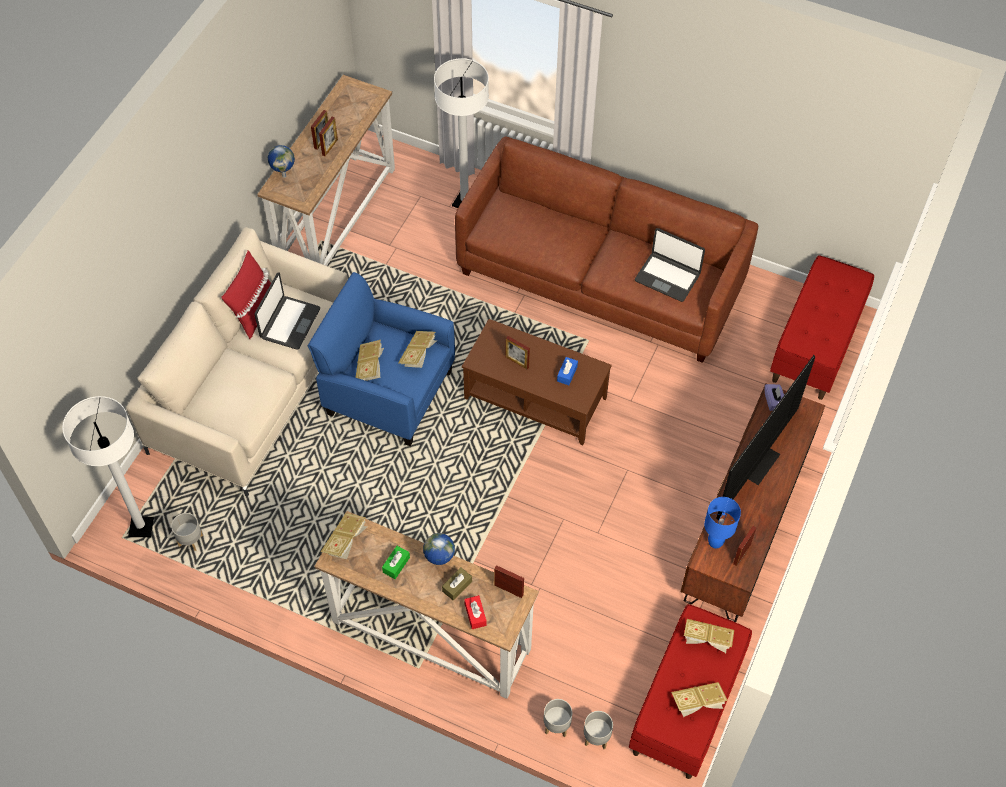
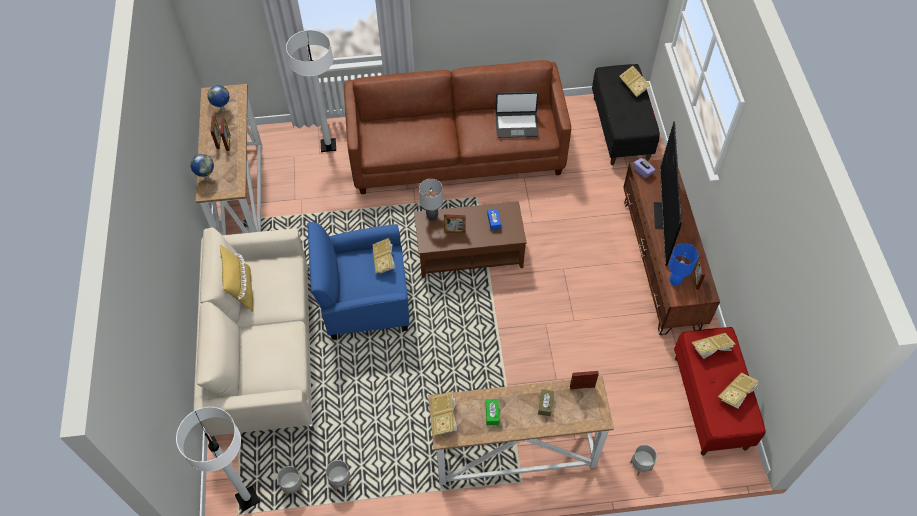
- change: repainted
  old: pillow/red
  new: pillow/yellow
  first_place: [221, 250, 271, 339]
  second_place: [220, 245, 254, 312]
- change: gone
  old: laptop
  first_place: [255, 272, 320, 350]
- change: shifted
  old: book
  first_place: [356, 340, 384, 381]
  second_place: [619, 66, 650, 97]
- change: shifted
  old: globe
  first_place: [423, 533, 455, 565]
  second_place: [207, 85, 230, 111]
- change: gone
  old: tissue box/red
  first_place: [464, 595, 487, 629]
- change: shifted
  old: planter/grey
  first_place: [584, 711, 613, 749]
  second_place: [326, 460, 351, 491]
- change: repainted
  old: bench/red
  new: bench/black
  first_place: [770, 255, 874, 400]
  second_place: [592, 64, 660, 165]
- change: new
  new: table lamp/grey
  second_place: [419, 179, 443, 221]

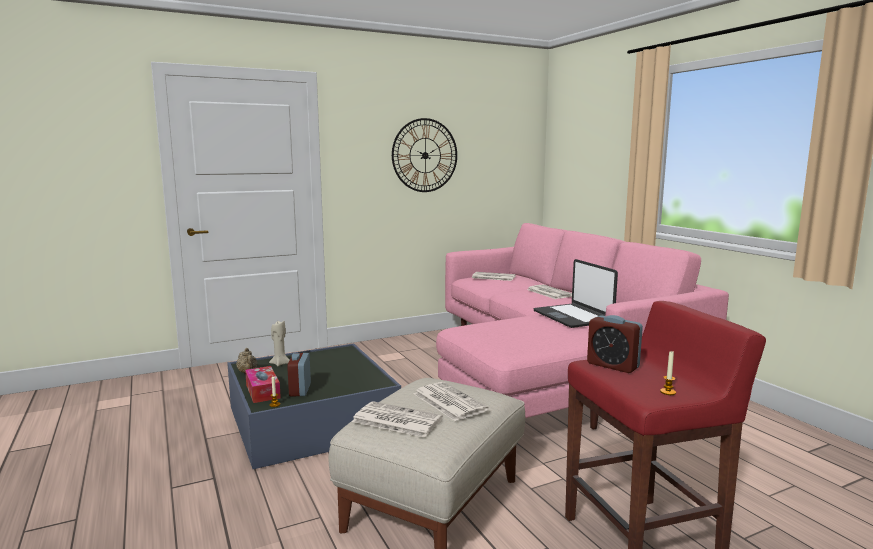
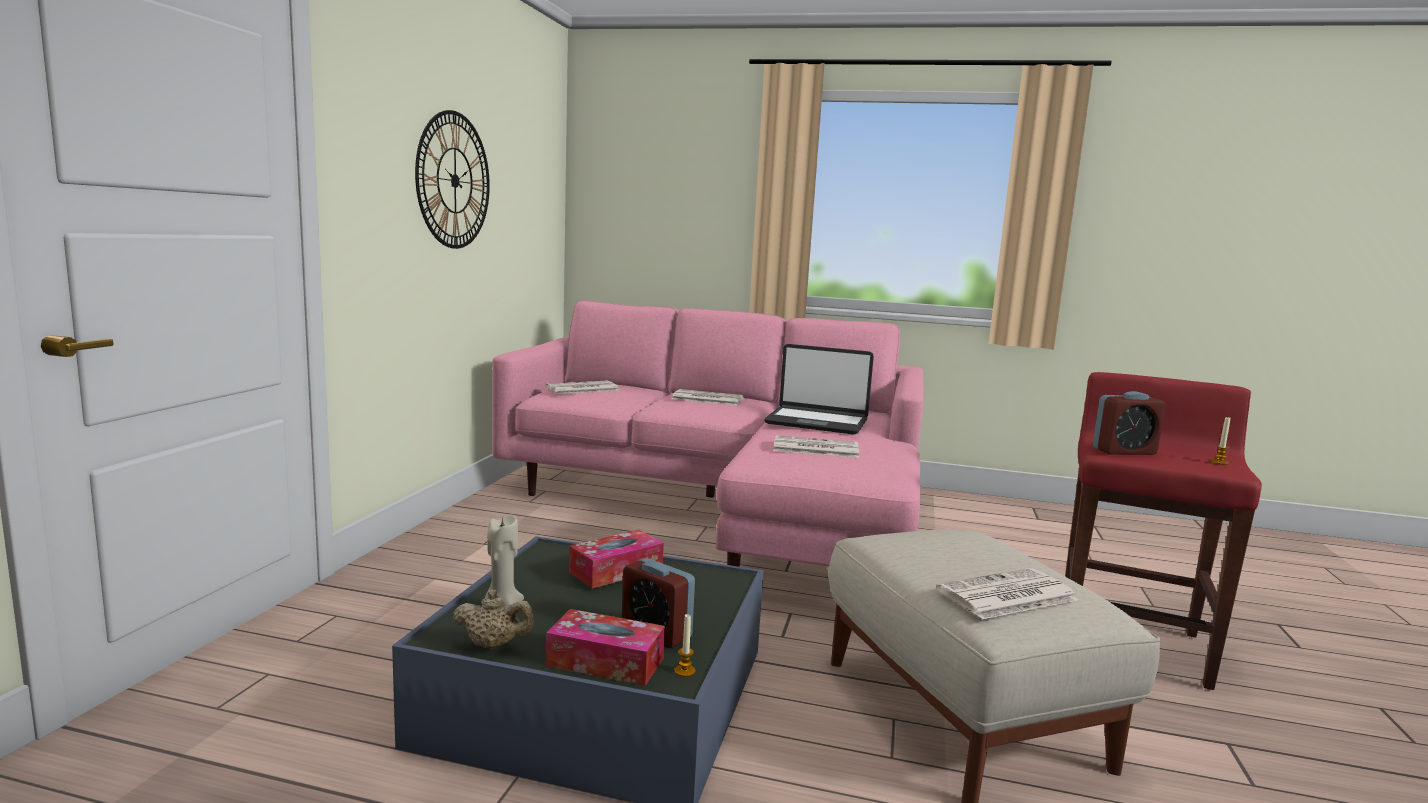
- change: shifted
  old: newspaper
  first_place: [414, 382, 489, 421]
  second_place: [774, 435, 859, 458]
- change: new
  new: tissue box
  second_place: [569, 530, 664, 589]

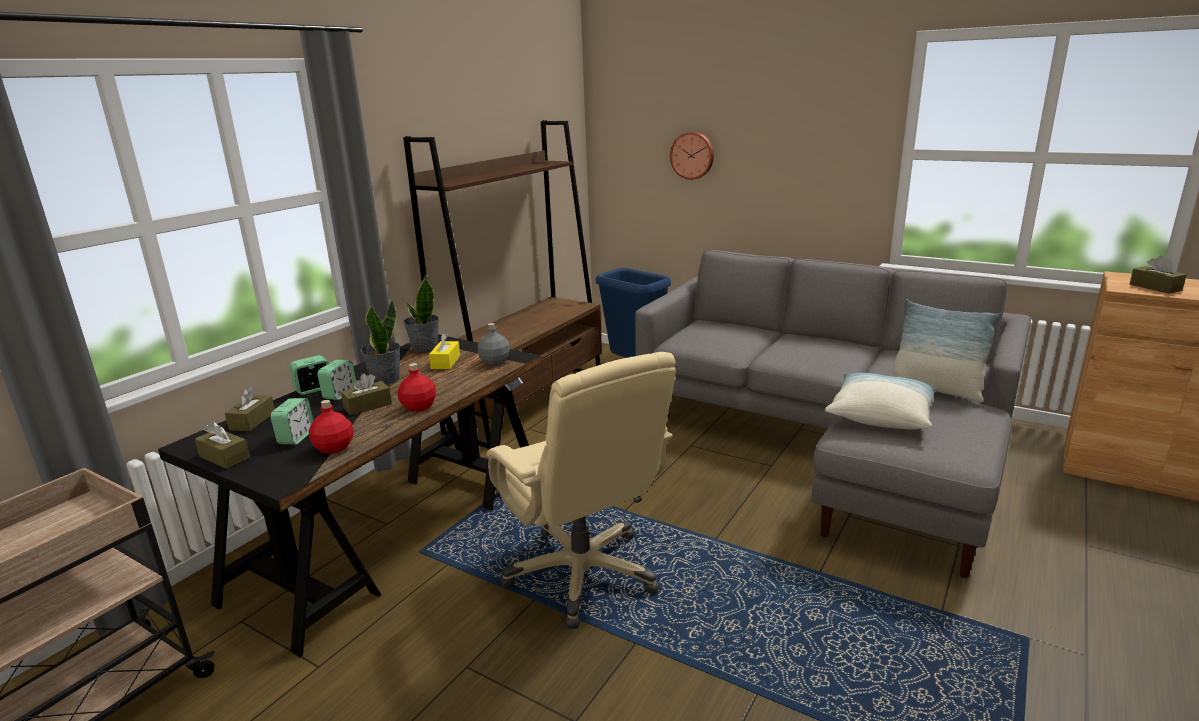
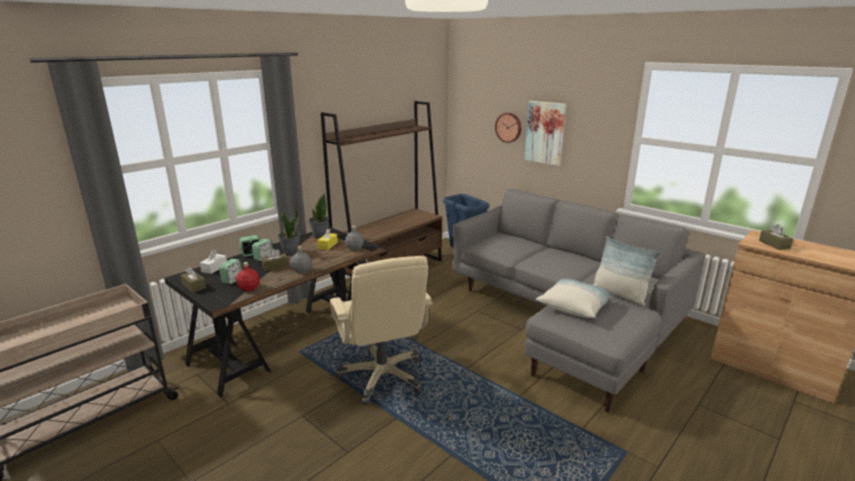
- change: repainted
  old: tissue box/brown
  new: tissue box/white
  first_place: [225, 387, 275, 432]
  second_place: [200, 250, 227, 274]
- change: repainted
  old: bottle/red
  new: bottle/grey
  first_place: [398, 363, 436, 412]
  second_place: [290, 246, 312, 273]
- change: new
  new: picture
  second_place: [525, 101, 566, 166]

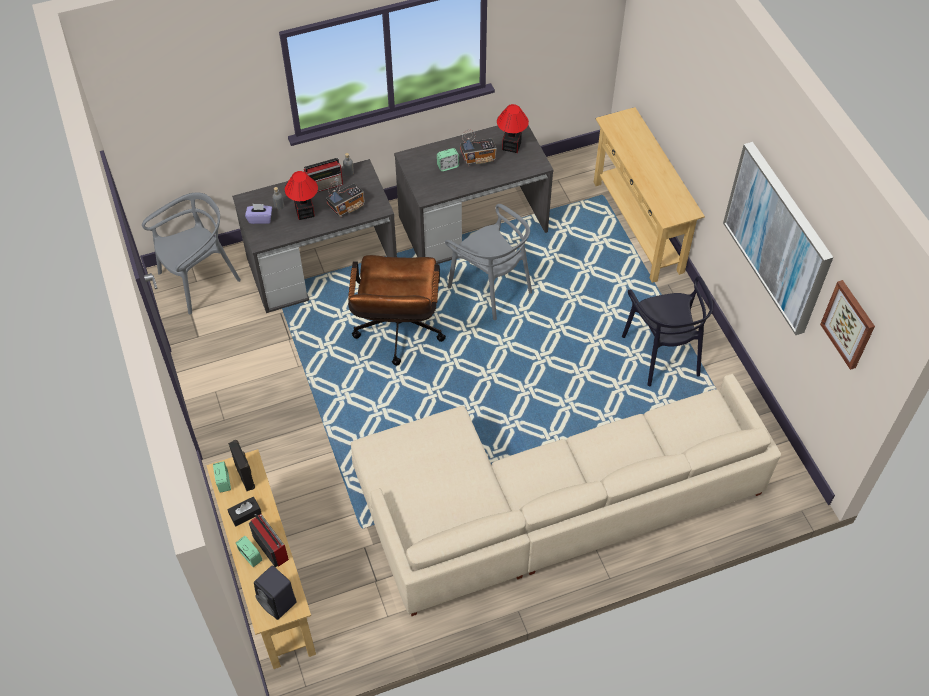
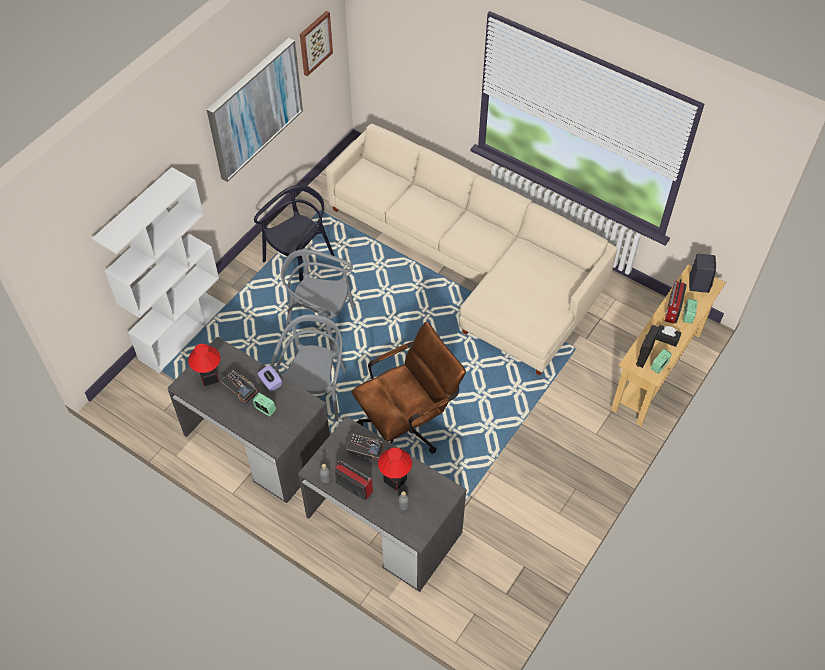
- change: shifted
  old: chair/grey
  first_place: [142, 192, 241, 314]
  second_place: [281, 249, 355, 351]
- change: shifted
  old: tissue box/purple
  first_place: [245, 204, 272, 224]
  second_place: [257, 364, 282, 392]
- change: swapped
  old: console table/beige
  new: bookcase/white
  first_place: [594, 107, 705, 283]
  second_place: [92, 167, 226, 373]

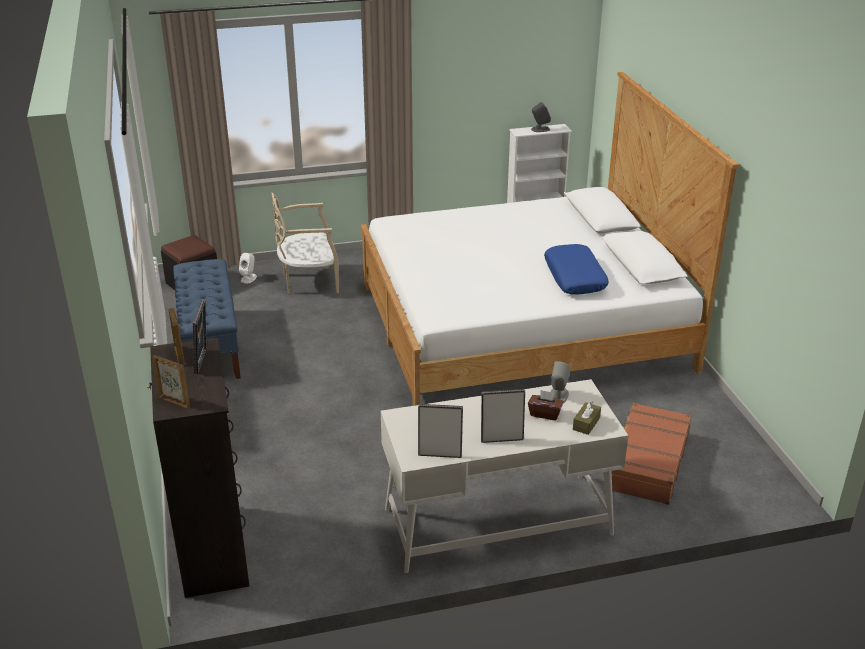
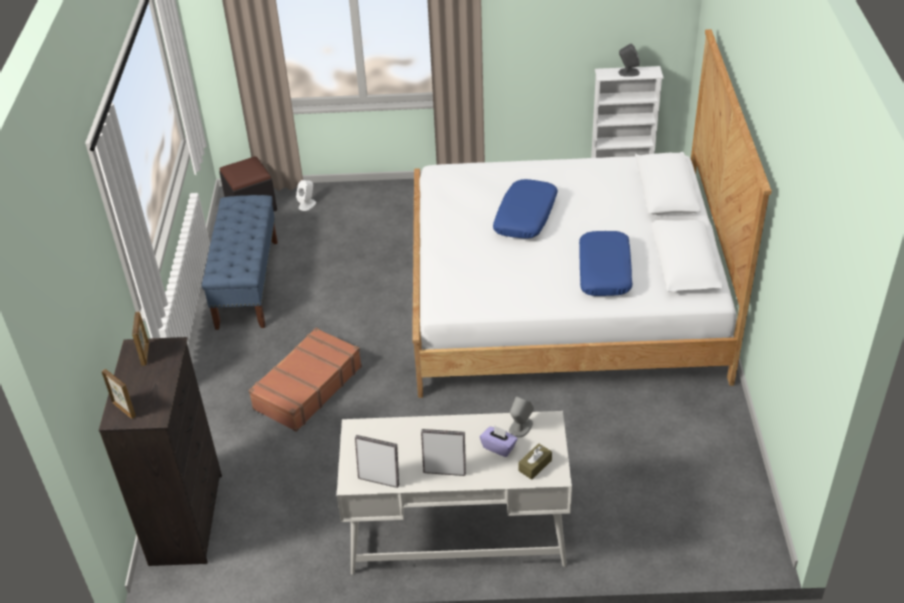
- change: gone
  old: picture frame
  first_place: [193, 299, 206, 374]
- change: gone
  old: chair/beige
  first_place: [272, 193, 339, 293]
- change: repainted
  old: tissue box/brown
  new: tissue box/purple
  first_place: [528, 390, 564, 421]
  second_place: [480, 426, 518, 457]
- change: shifted
  old: suitcase/brown
  first_place: [612, 402, 692, 505]
  second_place: [249, 327, 362, 432]
- change: new
  new: pillow/blue
  second_place: [493, 179, 558, 239]

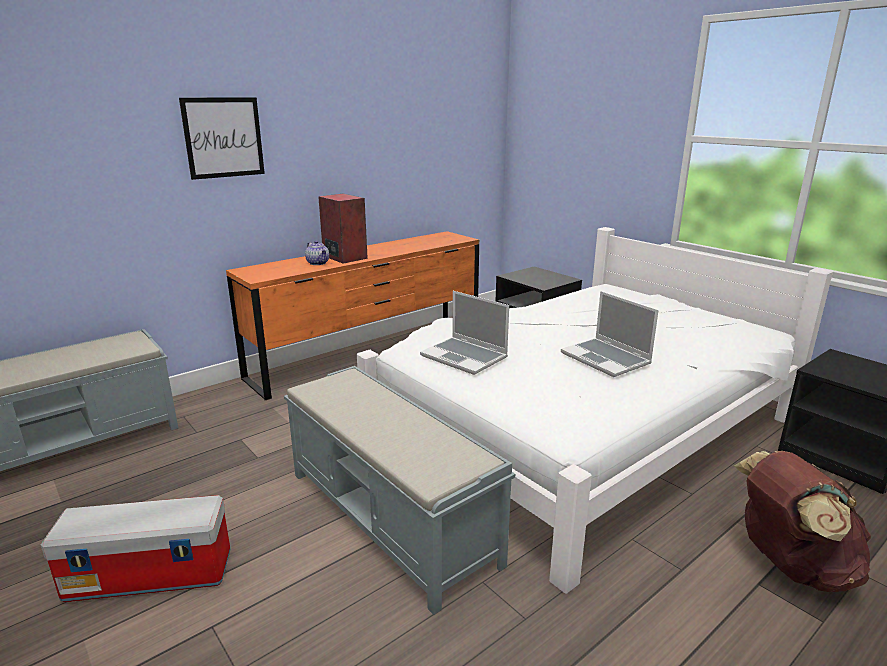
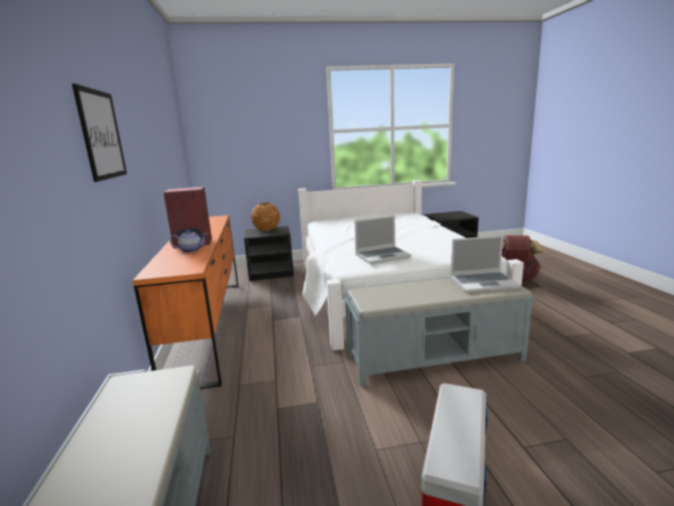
- change: shifted
  old: laptop
  first_place: [561, 291, 659, 377]
  second_place: [450, 235, 520, 293]
- change: new
  new: vase
  second_place: [251, 203, 280, 231]

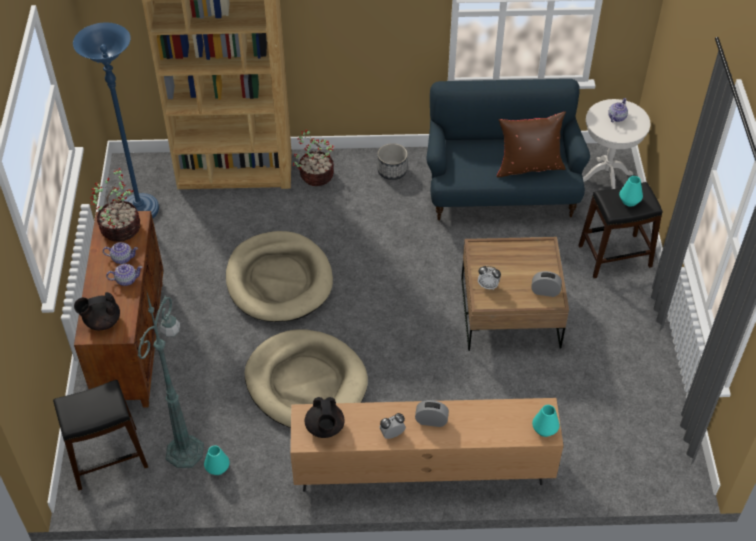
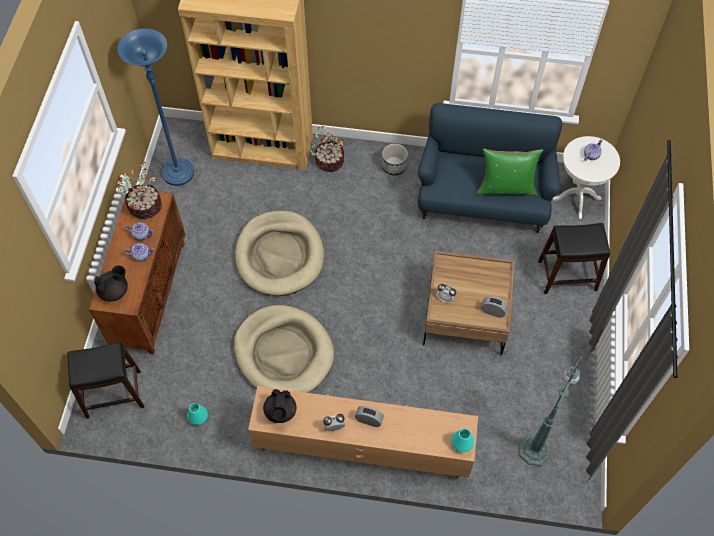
- change: rotated
  old: teapot/black
  first_place: [74, 292, 120, 330]
  second_place: [94, 266, 128, 302]
  degrees: 150
- change: shifted
  old: floor lamp/green
  first_place: [138, 293, 204, 468]
  second_place: [519, 356, 582, 466]
- change: repainted
  old: pillow/brown
  new: pillow/green
  first_place: [497, 112, 566, 177]
  second_place: [476, 149, 543, 196]
- change: gone
  old: vase/turquoise
  first_place: [619, 176, 643, 207]

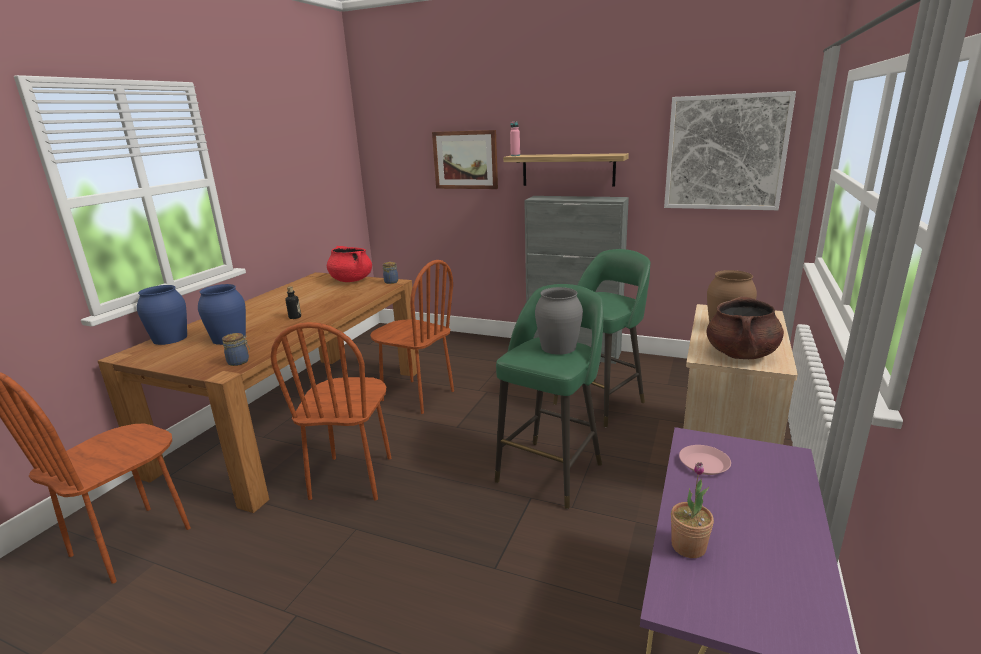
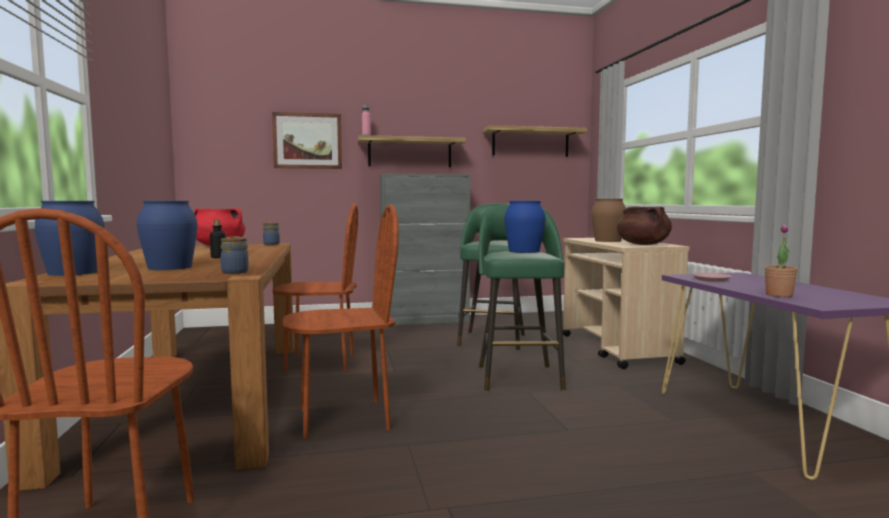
- change: rotated
  old: chair/brown
  first_place: [271, 322, 391, 501]
  second_place: [282, 204, 399, 439]
  degrees: -75
- change: repainted
  old: vase/grey
  new: vase/blue
  first_place: [535, 287, 583, 355]
  second_place: [504, 201, 546, 253]
- change: swapped
  old: picture
  new: shelf
  first_place: [664, 91, 796, 210]
  second_place: [483, 125, 588, 157]

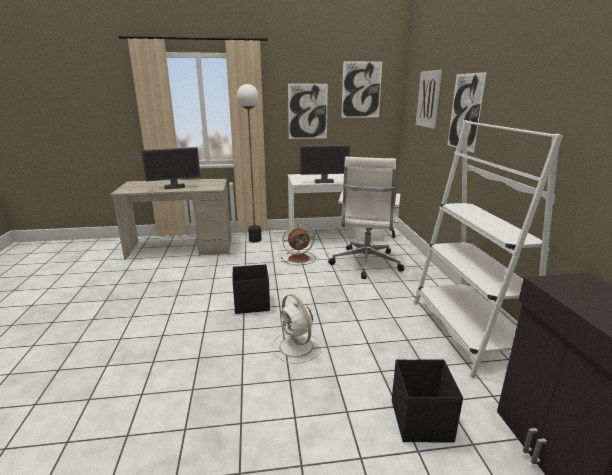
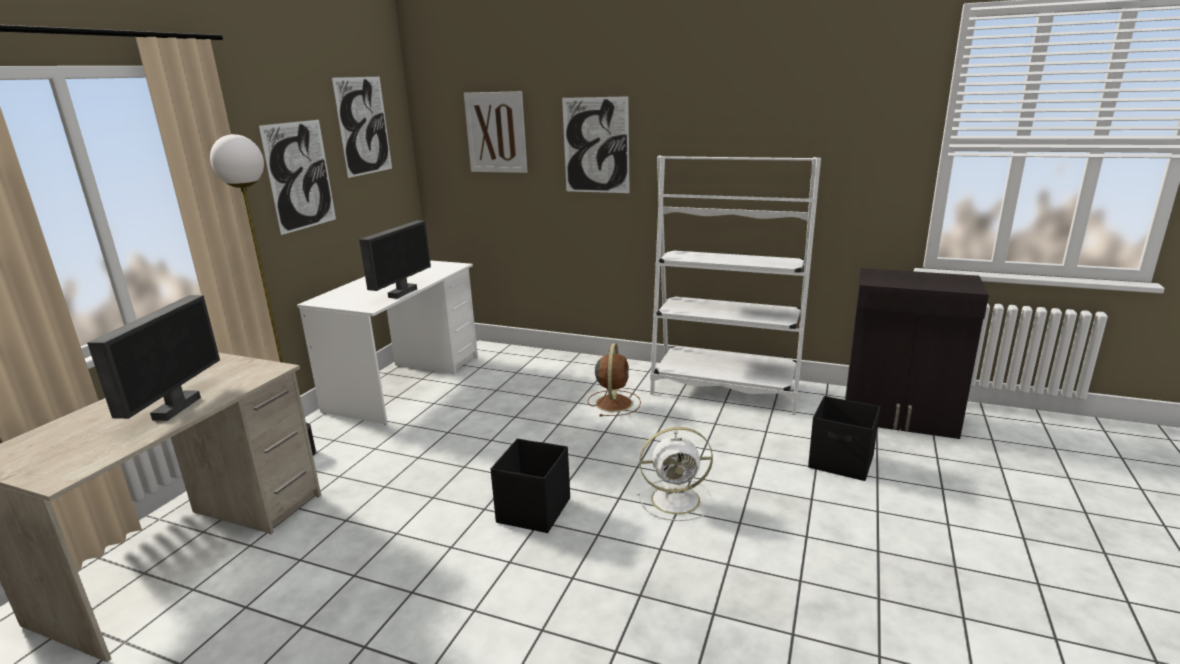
- change: shifted
  old: fan/brown
  first_place: [281, 223, 316, 265]
  second_place: [588, 343, 641, 417]
- change: gone
  old: office chair/white
  first_place: [328, 157, 404, 279]

